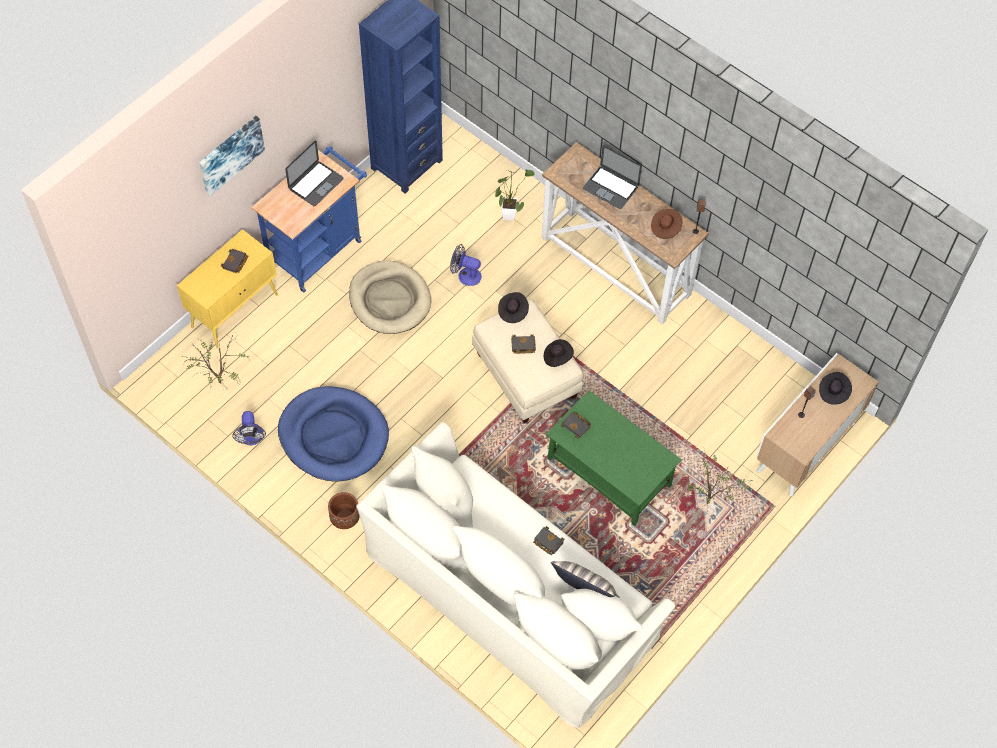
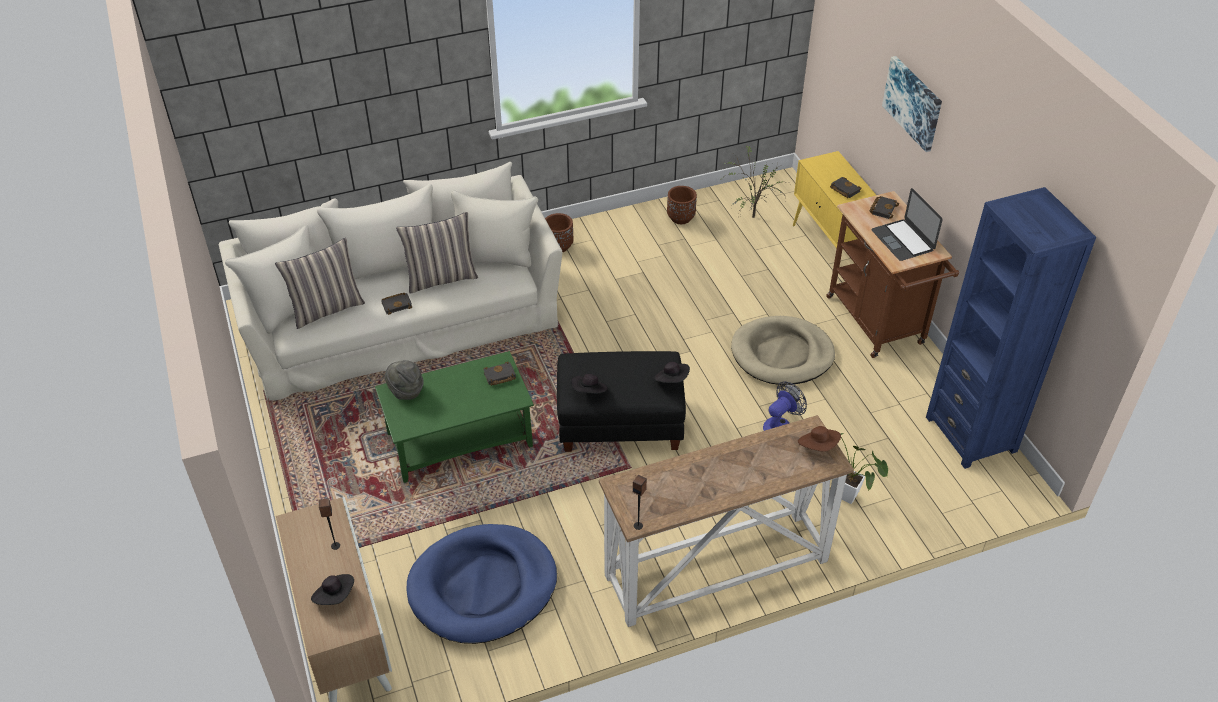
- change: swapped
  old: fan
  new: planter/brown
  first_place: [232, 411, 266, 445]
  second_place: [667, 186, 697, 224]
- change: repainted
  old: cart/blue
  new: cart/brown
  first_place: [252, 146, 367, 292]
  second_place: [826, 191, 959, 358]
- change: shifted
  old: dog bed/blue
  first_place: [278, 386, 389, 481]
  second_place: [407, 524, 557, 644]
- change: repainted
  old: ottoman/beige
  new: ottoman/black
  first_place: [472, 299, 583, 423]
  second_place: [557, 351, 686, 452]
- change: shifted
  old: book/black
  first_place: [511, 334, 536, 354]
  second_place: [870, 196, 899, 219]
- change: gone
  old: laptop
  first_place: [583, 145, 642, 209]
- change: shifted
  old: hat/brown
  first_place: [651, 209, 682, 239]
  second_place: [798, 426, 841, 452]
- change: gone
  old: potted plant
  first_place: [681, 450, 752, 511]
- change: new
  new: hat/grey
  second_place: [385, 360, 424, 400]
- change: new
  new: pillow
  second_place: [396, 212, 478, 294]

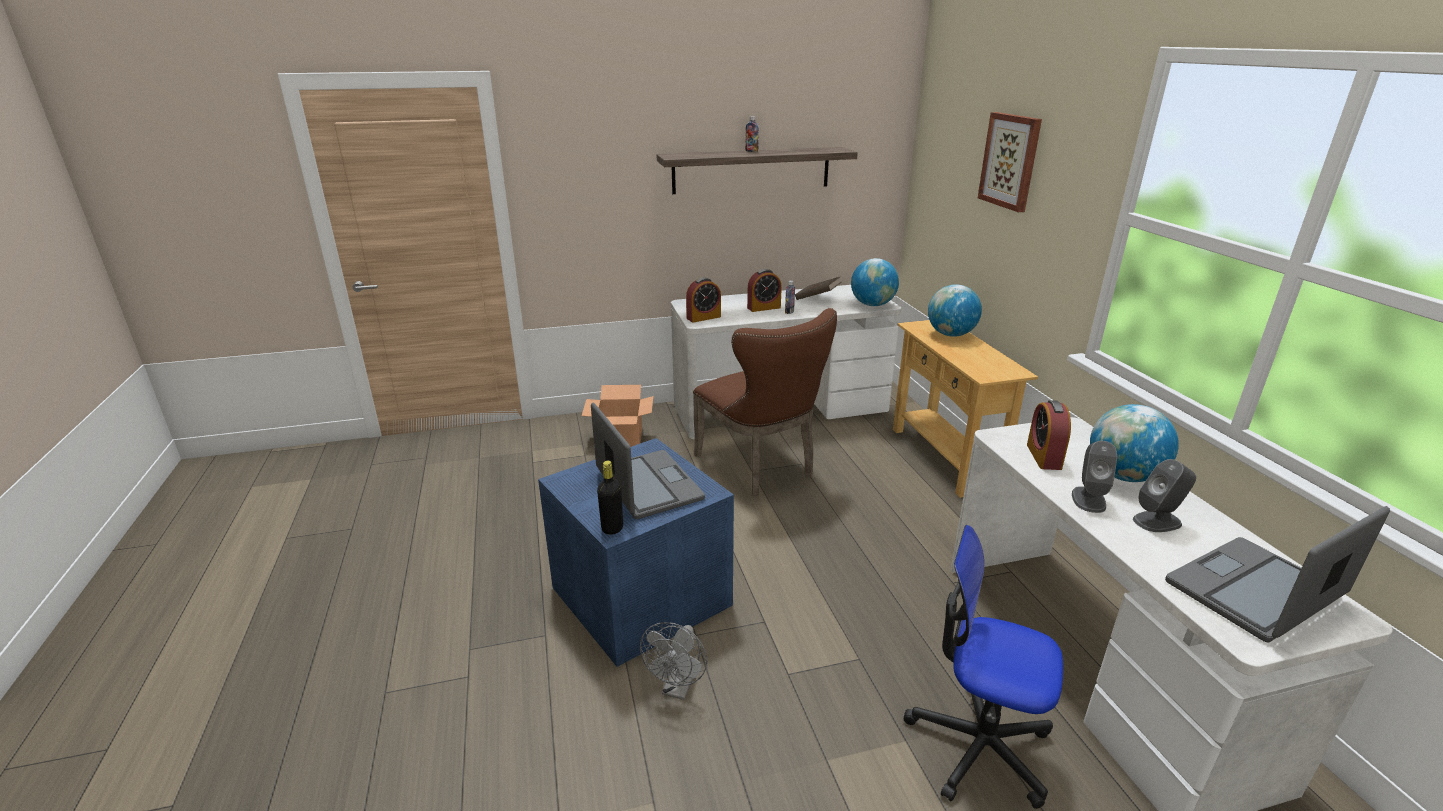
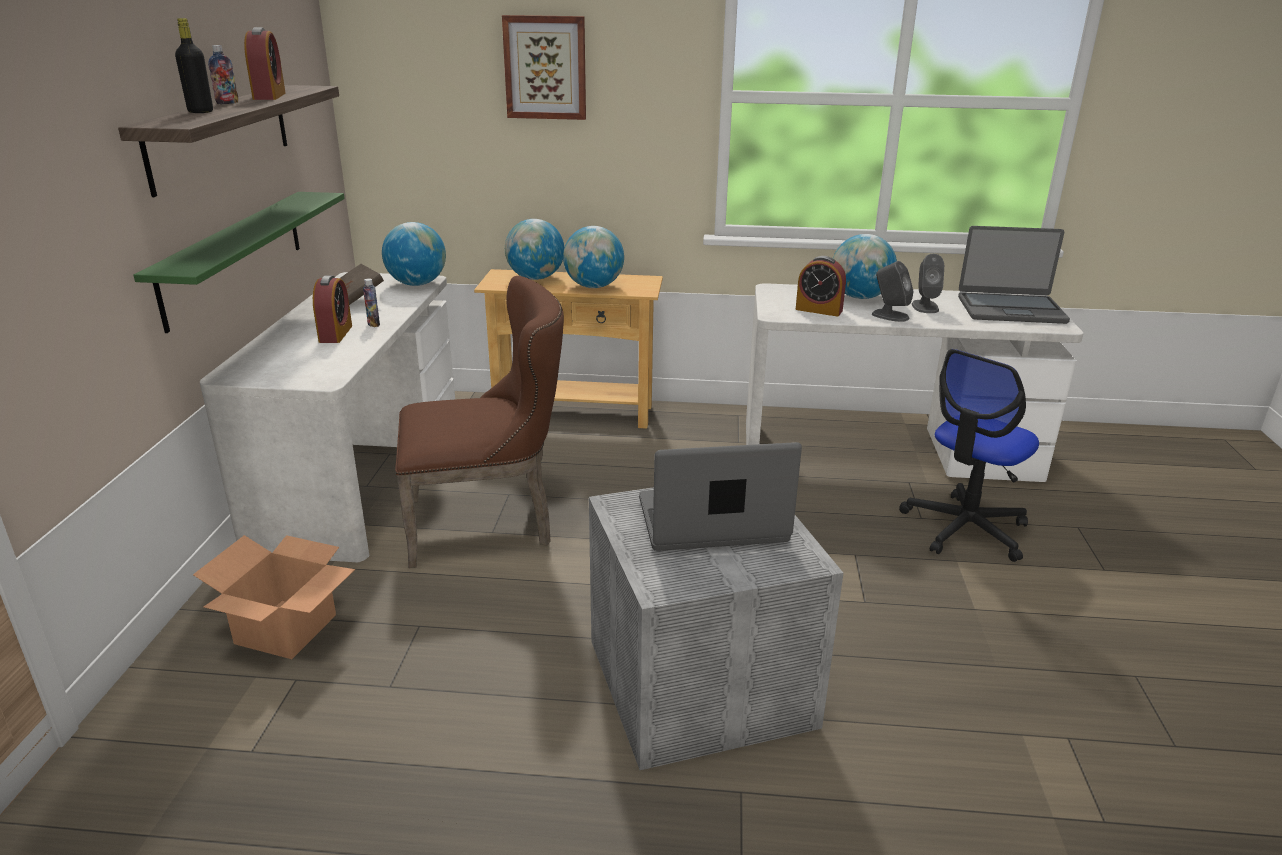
- change: repainted
  old: storage box/blue
  new: storage box/grey
  first_place: [538, 438, 734, 667]
  second_place: [589, 487, 843, 770]
- change: shifted
  old: bottle/black
  first_place: [597, 461, 623, 535]
  second_place: [175, 18, 213, 113]
- change: gone
  old: fan/grey
  first_place: [640, 622, 707, 700]
- change: shifted
  old: alarm clock
  first_place: [686, 277, 721, 323]
  second_place: [244, 27, 286, 100]
- change: rotated
  old: laptop
  first_place: [1165, 506, 1390, 642]
  second_place: [958, 226, 1070, 324]
  degrees: -75
- change: new
  new: shelf/green
  second_place: [133, 192, 345, 333]
- change: new
  new: globe
  second_place: [563, 226, 624, 288]

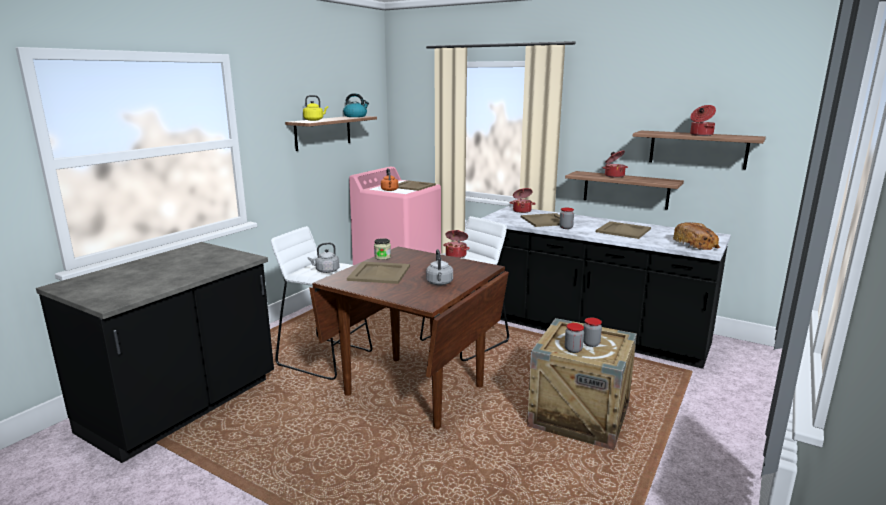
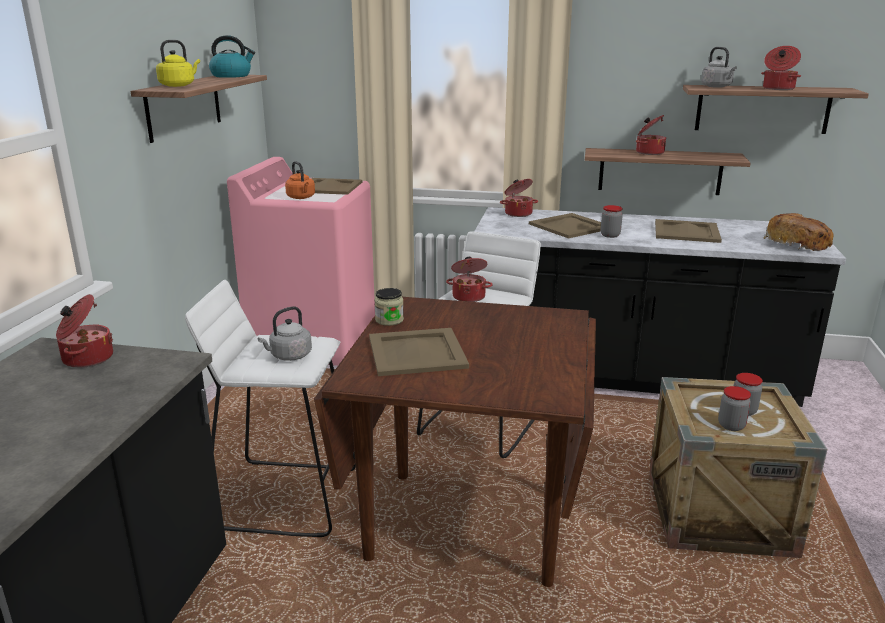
- change: shifted
  old: kettle/grey
  first_place: [426, 249, 453, 285]
  second_place: [701, 47, 737, 88]
- change: new
  new: cooking pot
  second_place: [56, 294, 113, 368]

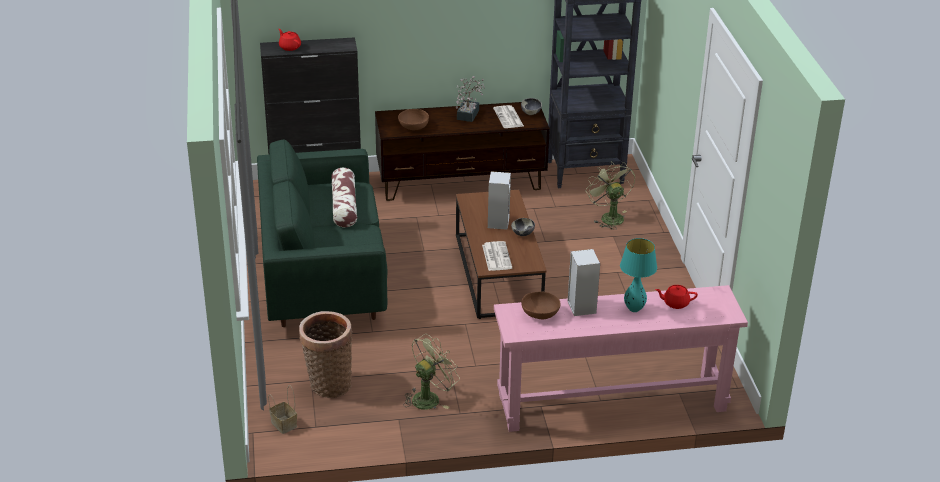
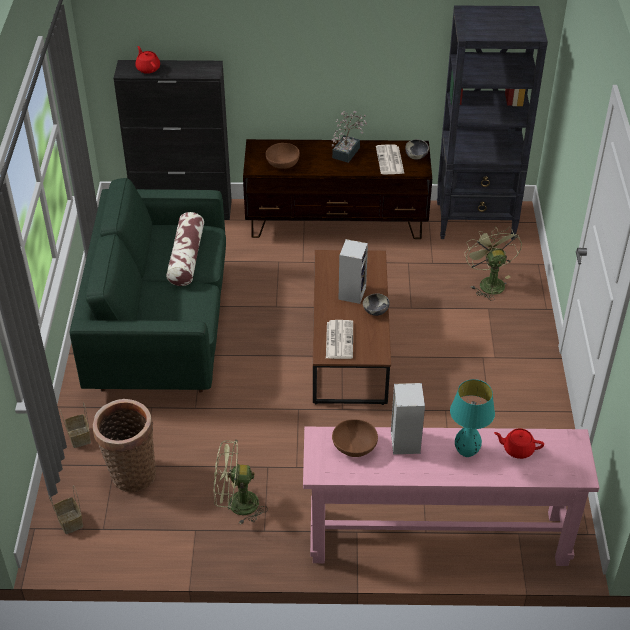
- change: rotated
  old: fan/green
  first_place: [403, 334, 460, 410]
  second_place: [214, 440, 268, 525]
  degrees: -150
- change: new
  new: basket
  second_place: [60, 402, 91, 448]

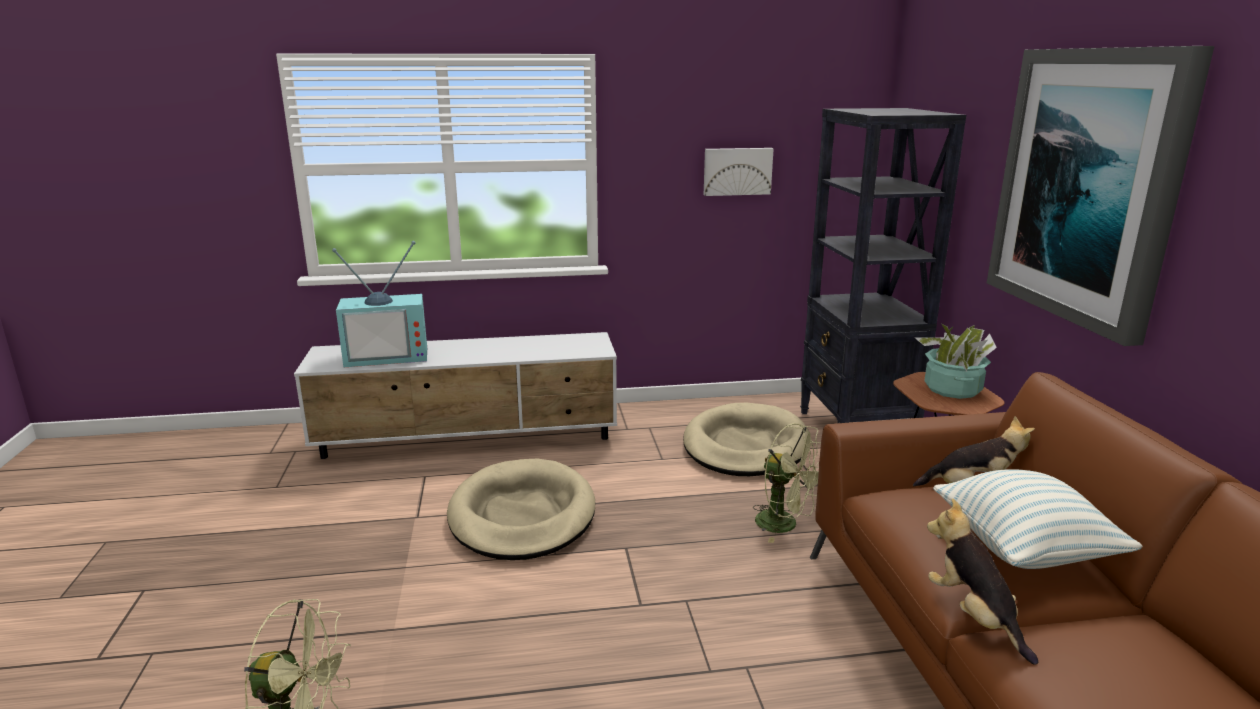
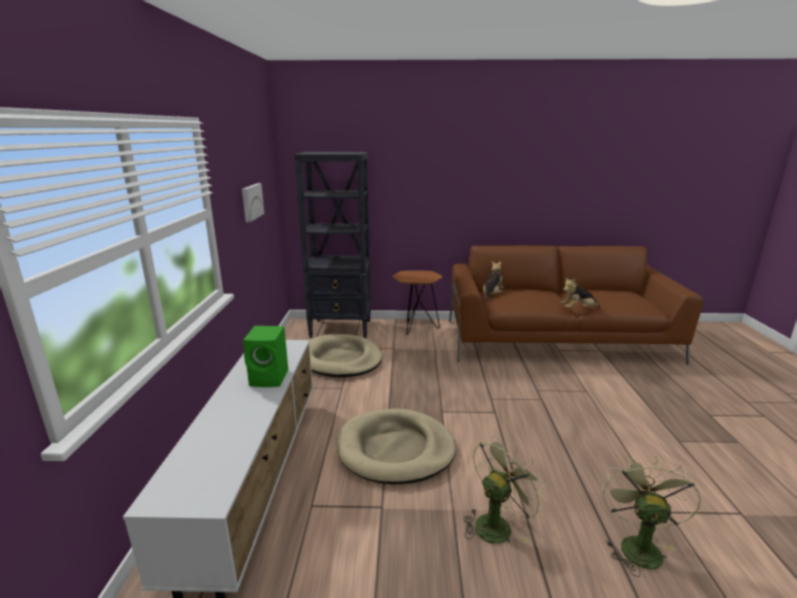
- change: gone
  old: television
  first_place: [332, 241, 427, 367]
- change: shifted
  old: fan/green
  first_place: [753, 423, 821, 543]
  second_place: [464, 436, 546, 544]
- change: gone
  old: potted plant
  first_place: [914, 323, 997, 399]
- change: gone
  old: pillow
  first_place: [933, 469, 1143, 569]
- change: gone
  old: picture
  first_place: [987, 46, 1214, 346]
- change: new
  new: speaker/green
  second_place: [243, 326, 288, 387]

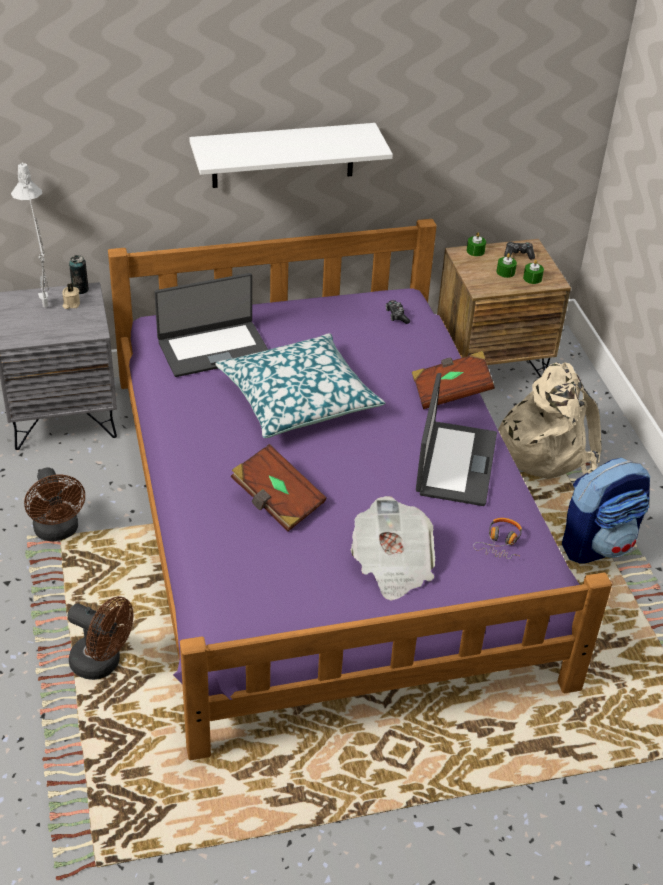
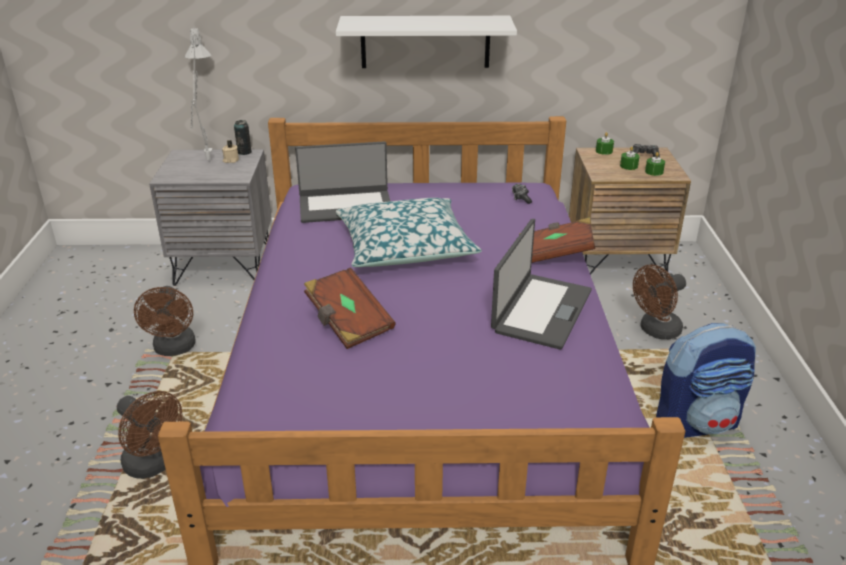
- change: gone
  old: newspaper
  first_place: [351, 496, 435, 601]
- change: gone
  old: headphones
  first_place: [473, 518, 522, 559]
- change: swapped
  old: backpack/beige
  new: fan/brown
  first_place: [498, 362, 602, 479]
  second_place: [633, 265, 686, 339]

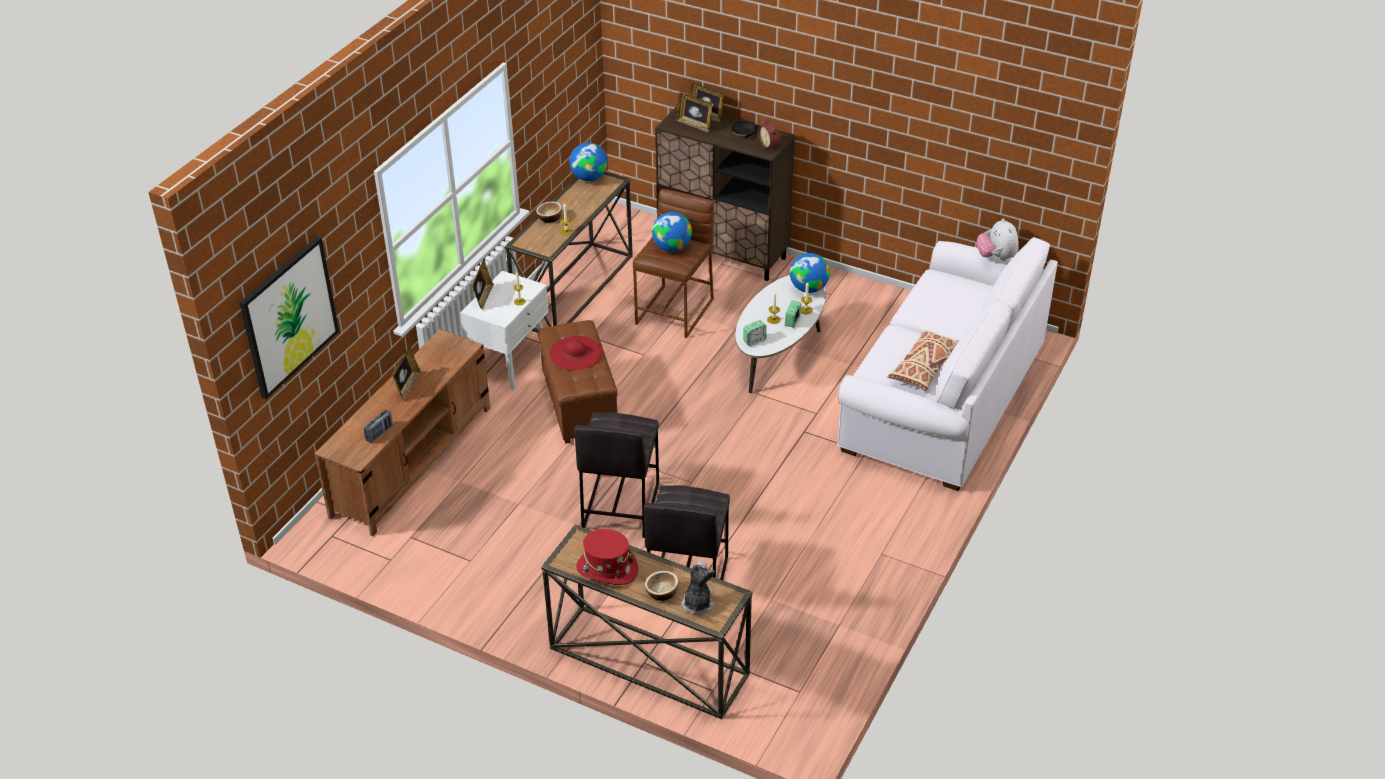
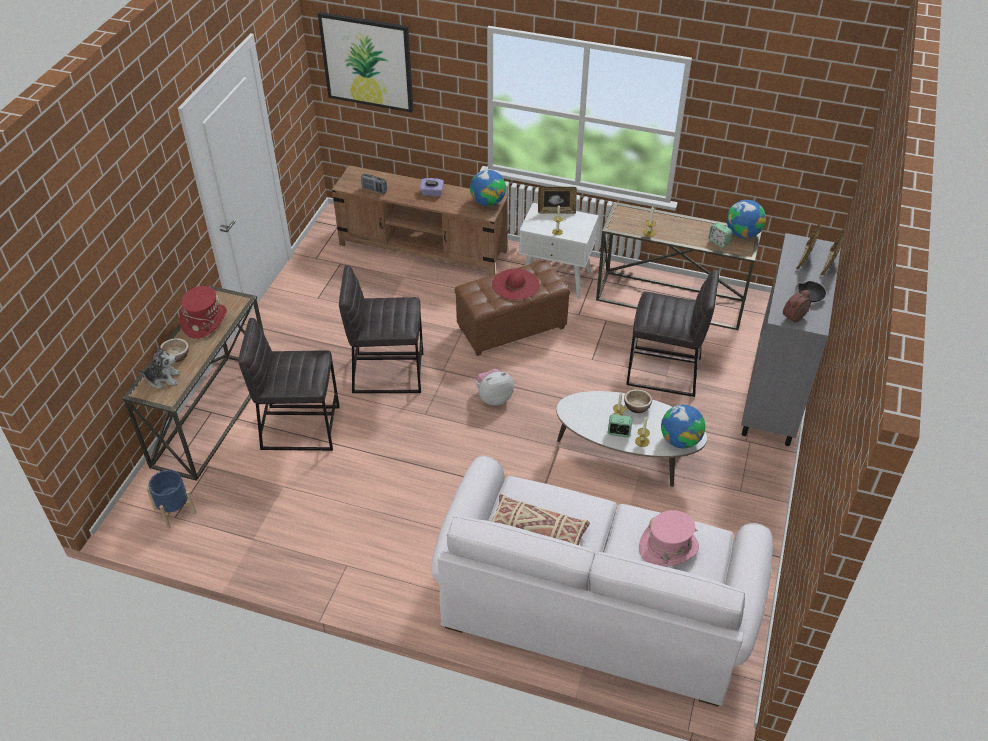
- change: swapped
  old: picture frame
  new: tissue box/purple
  first_place: [392, 346, 422, 400]
  second_place: [420, 178, 444, 196]
- change: shifted
  old: bowl
  first_place: [536, 201, 562, 223]
  second_place: [624, 389, 652, 413]
- change: repainted
  old: stool/brown
  new: stool/grey
  first_place: [633, 189, 714, 338]
  second_place: [626, 269, 719, 397]
- change: shifted
  old: globe
  first_place: [652, 212, 692, 252]
  second_place: [470, 170, 506, 206]
- change: repainted
  old: cabinet/brown
  new: cabinet/grey
  first_place: [655, 106, 795, 281]
  second_place: [741, 233, 841, 446]
- change: shifted
  old: alarm clock
  first_place: [743, 320, 767, 346]
  second_place: [709, 222, 732, 248]
- change: shifted
  old: plush toy
  first_place: [976, 218, 1019, 261]
  second_place: [476, 369, 514, 406]
- change: new
  new: planter/blue
  second_place: [146, 470, 197, 528]
- change: new
  new: hat/pink
  second_place: [639, 510, 699, 567]

